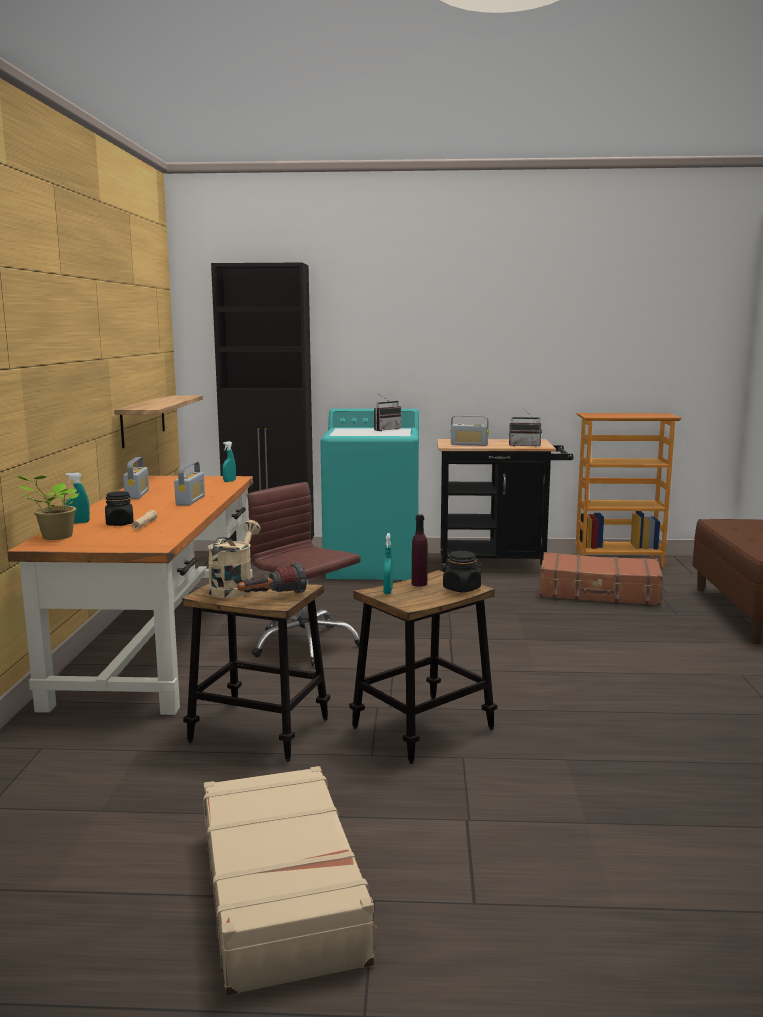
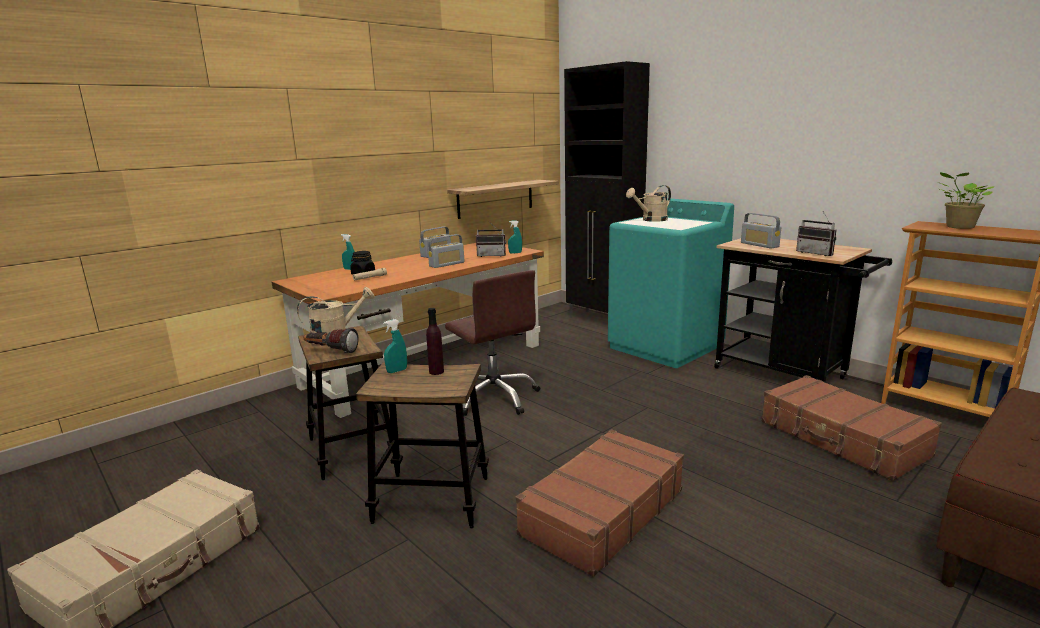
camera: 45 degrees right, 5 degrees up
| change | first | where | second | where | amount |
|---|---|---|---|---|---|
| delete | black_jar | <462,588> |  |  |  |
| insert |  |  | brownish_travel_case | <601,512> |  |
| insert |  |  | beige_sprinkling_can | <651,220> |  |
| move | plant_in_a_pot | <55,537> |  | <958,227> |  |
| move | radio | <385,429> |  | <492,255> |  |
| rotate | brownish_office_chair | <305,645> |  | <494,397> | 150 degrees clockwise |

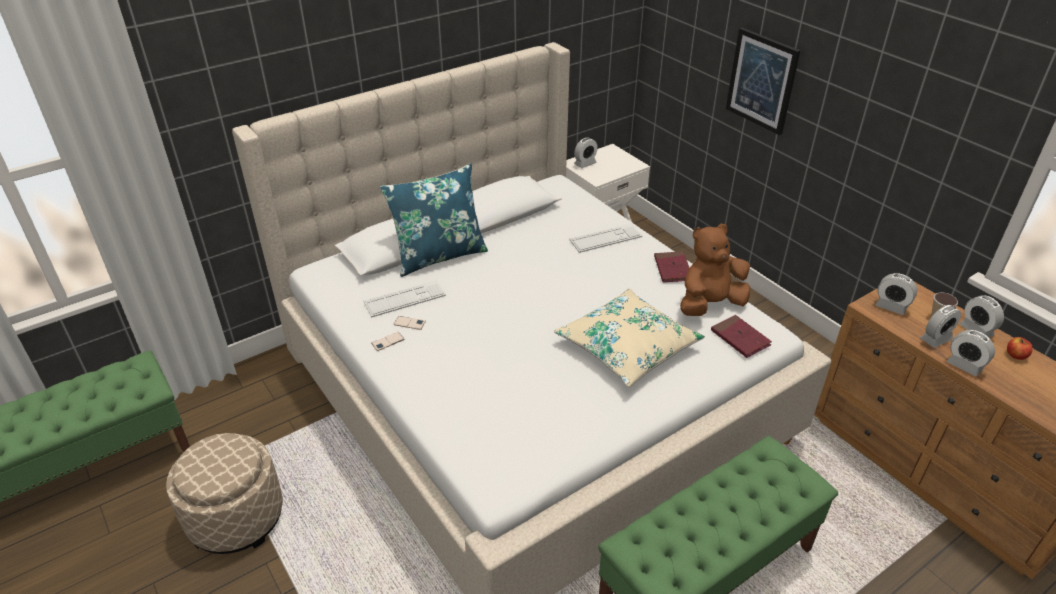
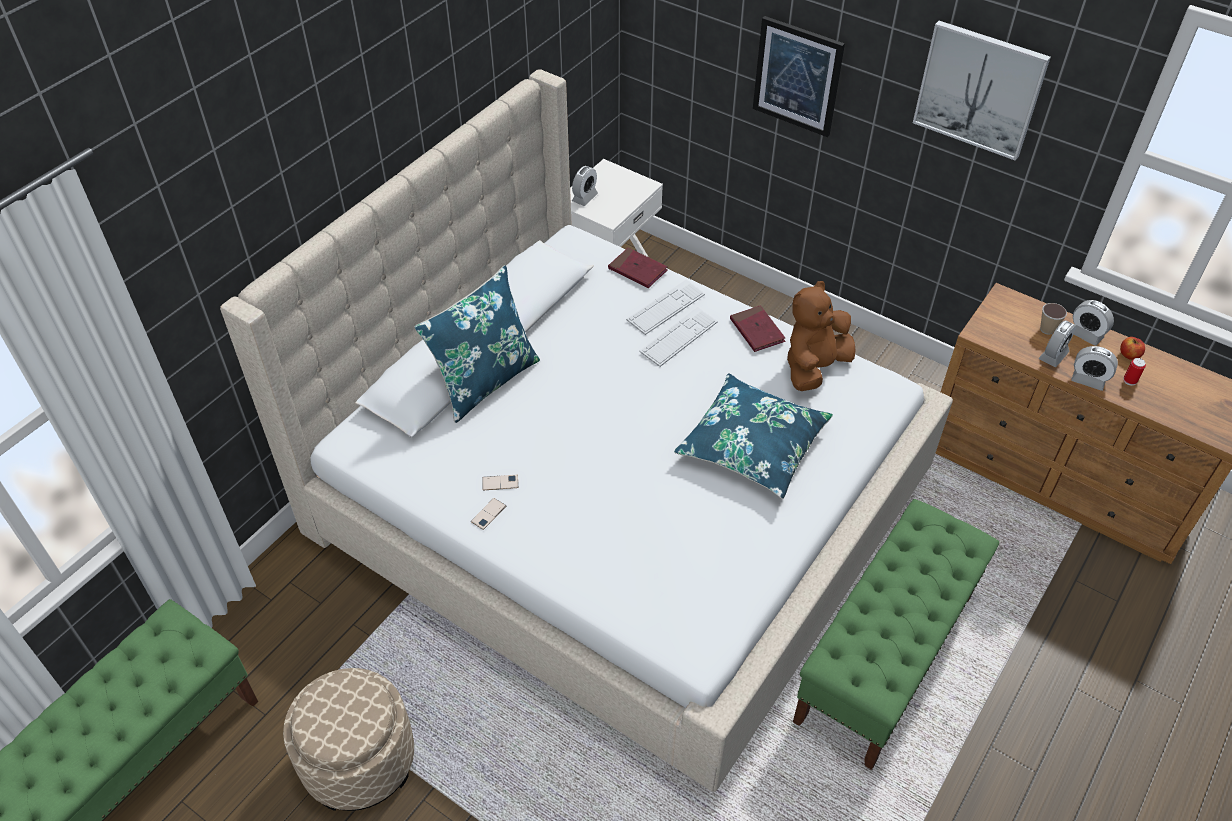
camera: 20 degrees left, 10 degrees up
| change | first | where | second | where | amount |
|---|---|---|---|---|---|
| delete | bedside_clock | <891,307> |  |  |  |
| insert |  |  | picture | <979,89> |  |
| insert |  |  | can | <1130,380> |  |
| move | keyboard | <405,299> |  | <678,337> |  |
| move | red_book | <740,338> |  | <637,270> |  |
| recolor | beige_cushion | <627,347> | blue-coloured_cushion | <752,445> |  |

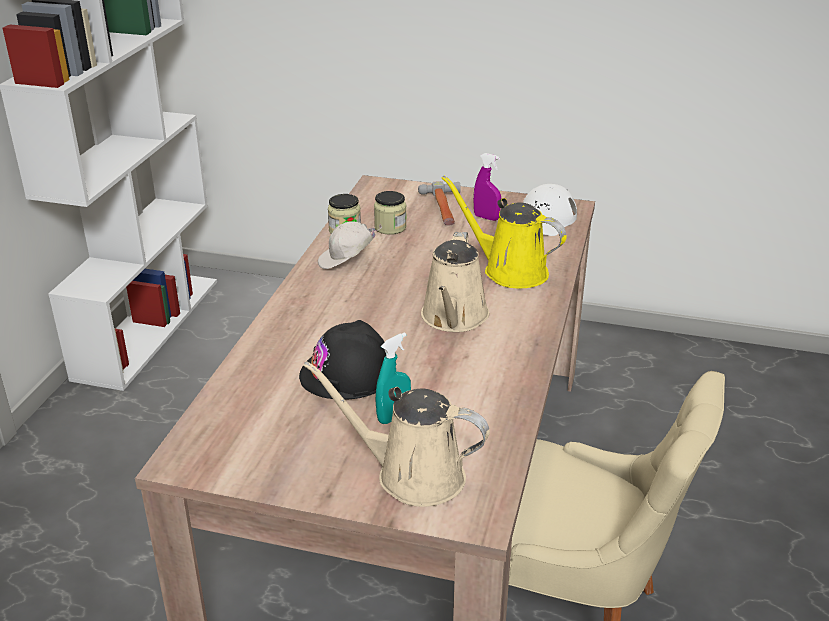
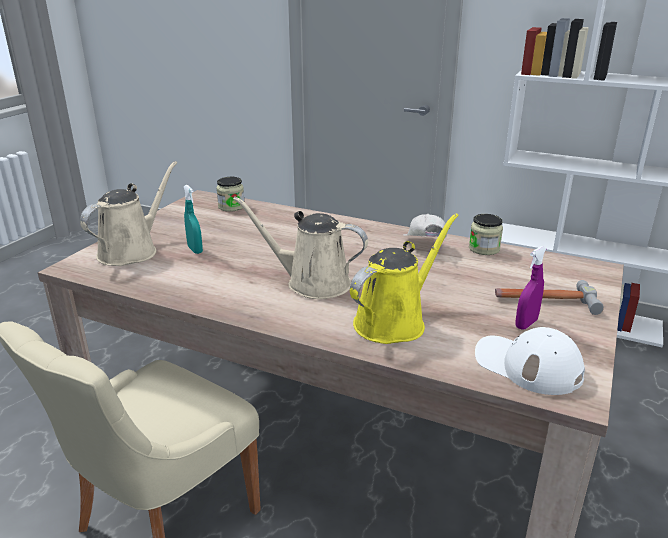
camera: 100 degrees right, 5 degrees down
| change | first | where | second | where | amount |
|---|---|---|---|---|---|
| delete | black_safety_helmet | <348,373> |  |  |  |
| move | jar | <390,227> |  | <231,207> |  |

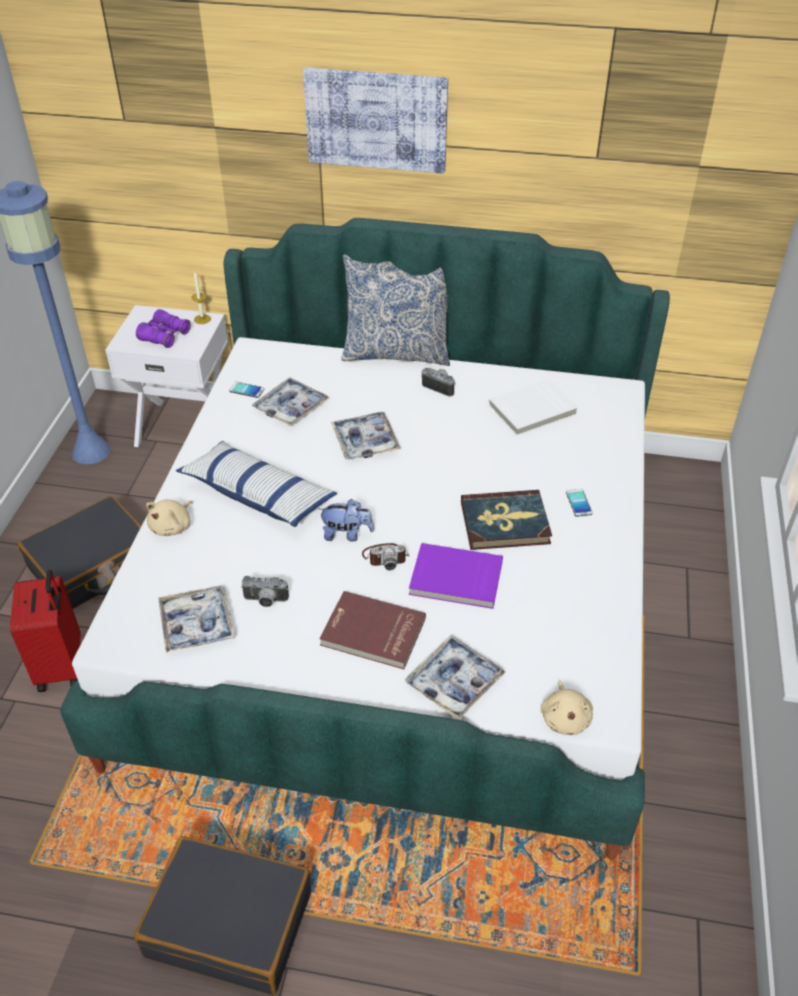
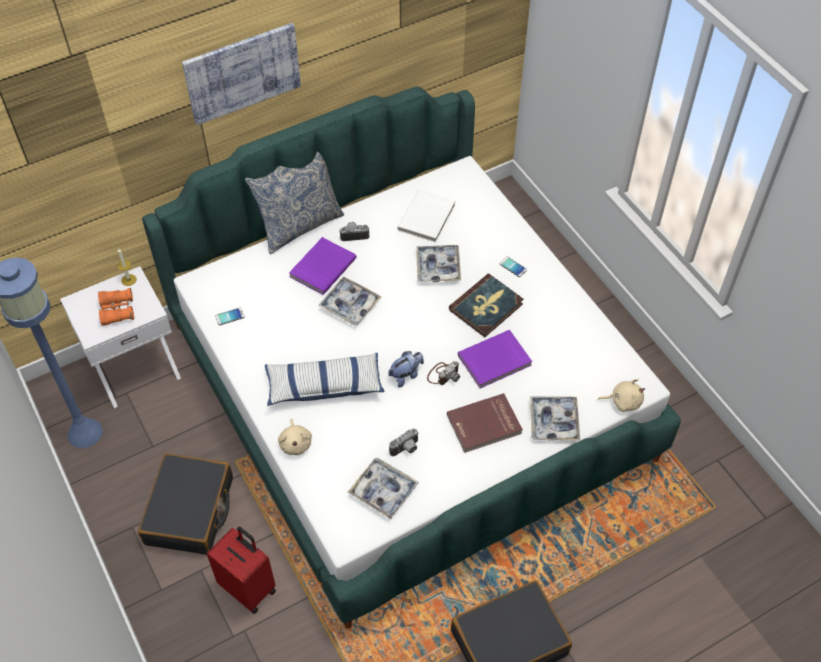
camera: 40 degrees left, 10 degrees up
| change | first | where | second | where | amount |
|---|---|---|---|---|---|
| insert |  |  | purple-coloured_book | <322,267> |  |
| move | carrying_tray | <290,407> |  | <438,267> |  |
| recolor | purple-coloured_binoculars | <164,336> | orange-coloured_binoculars | <117,311> |  |
| rotate | beige_plush_toy | <565,718> |  | <623,401> | 45 degrees counterclockwise |

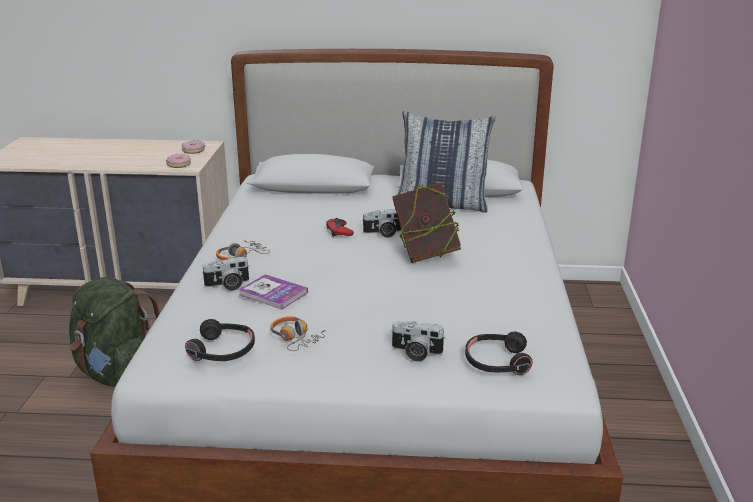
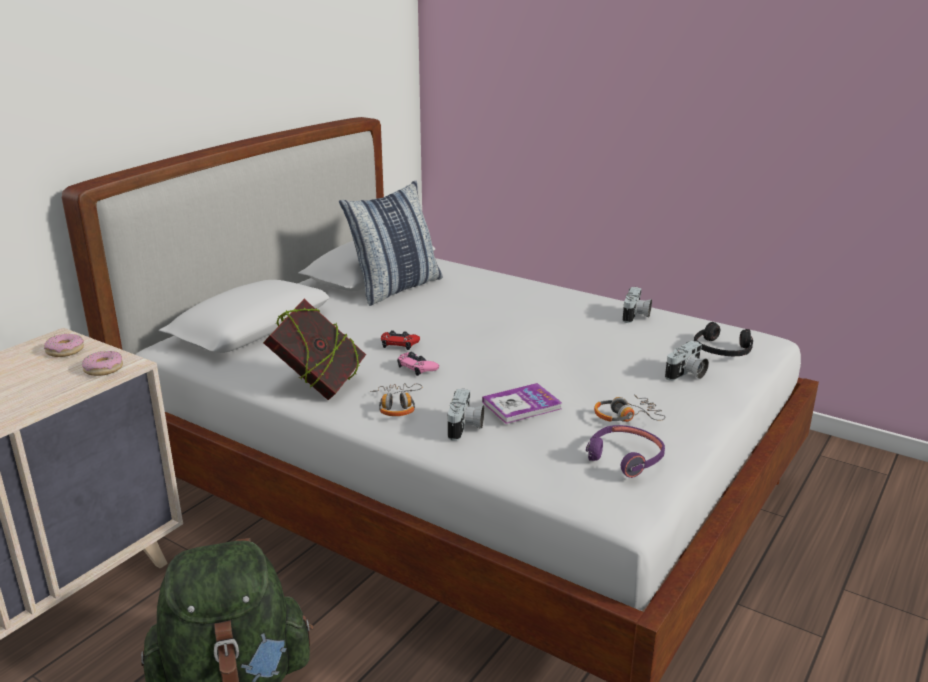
camera: 60 degrees left, 0 degrees up
| change | first | where | second | where | amount |
|---|---|---|---|---|---|
| insert |  |  | pink_gamepad | <417,367> |  |
| move | photo_camera | <383,233> |  | <636,316> |  |
| move | book | <425,254> |  | <318,386> |  |
| recolor | black_headphones | <223,351> | purple-coloured_headphones | <625,457> |  |

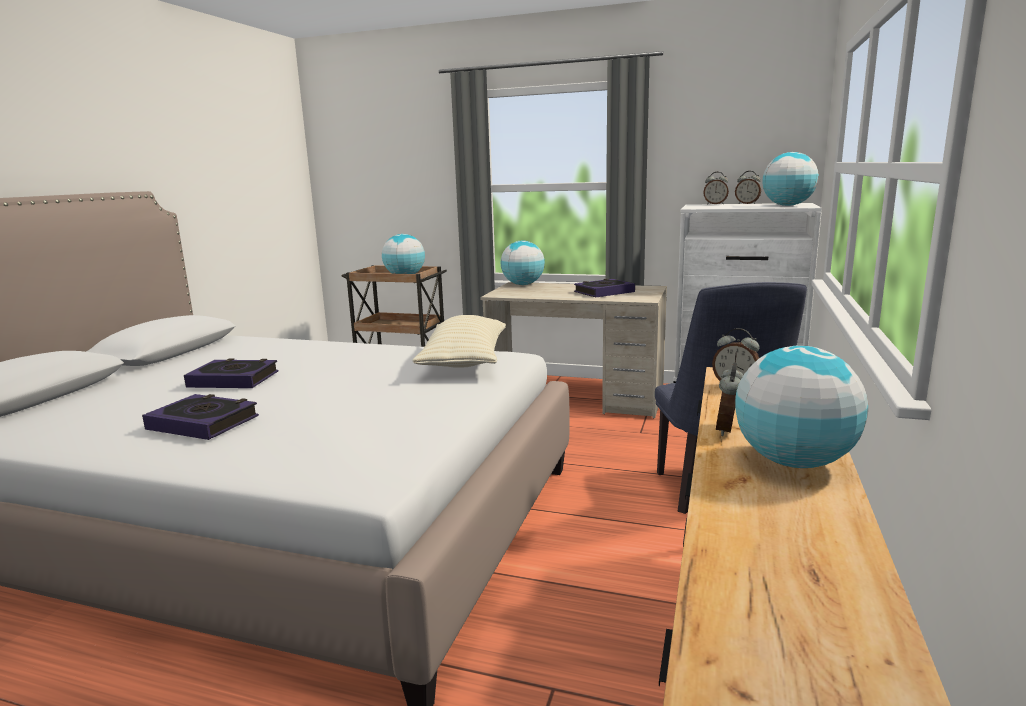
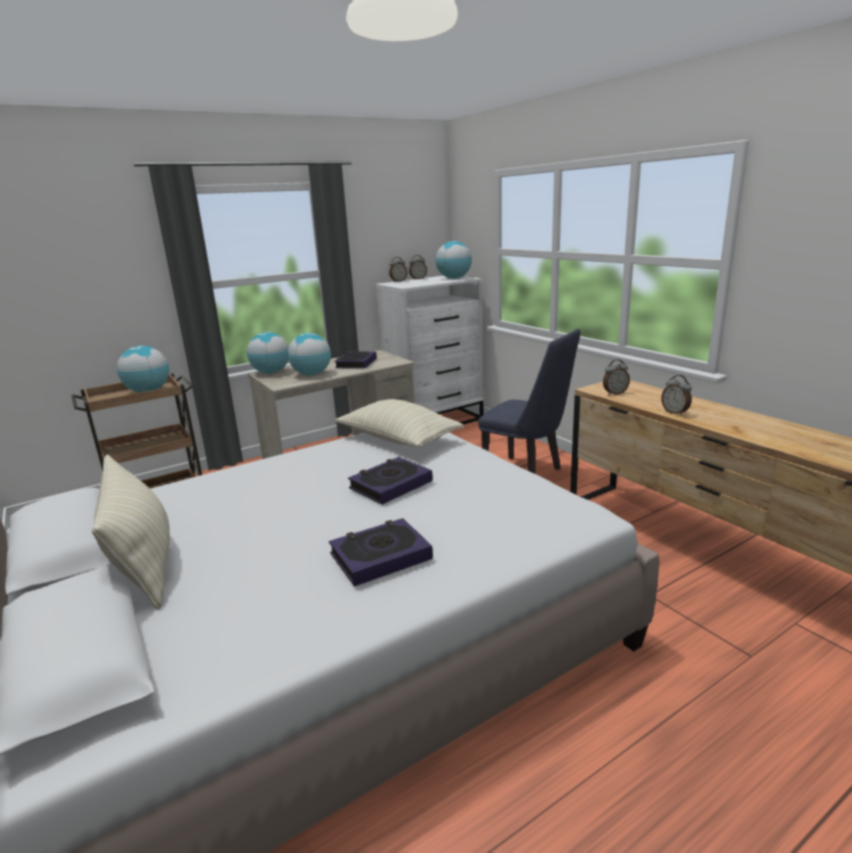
camera: 50 degrees left, 5 degrees up
| change | first | where | second | where | amount |
|---|---|---|---|---|---|
| insert |  |  | beige_cushion | <143,563> |  |
| move | book | <233,380> |  | <390,485> |  |
| move | world_globe | <793,462> |  | <311,374> |  |

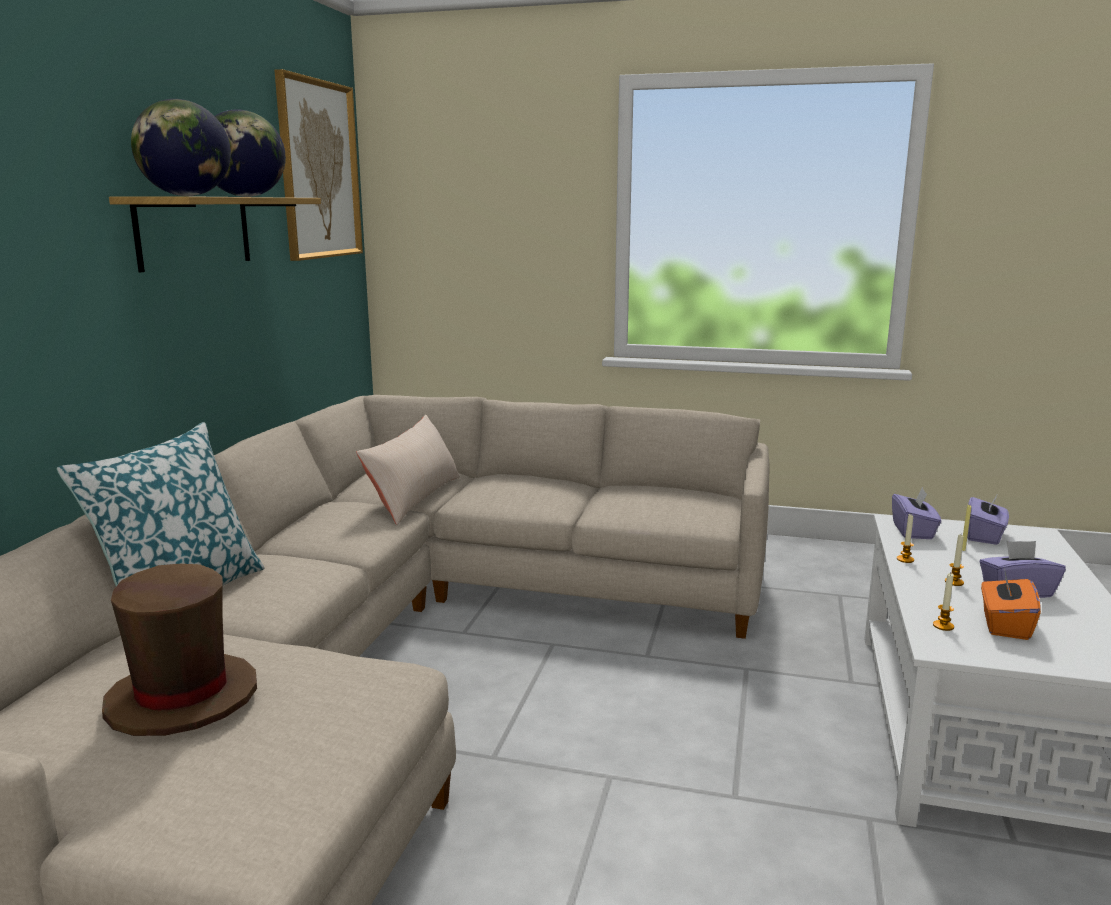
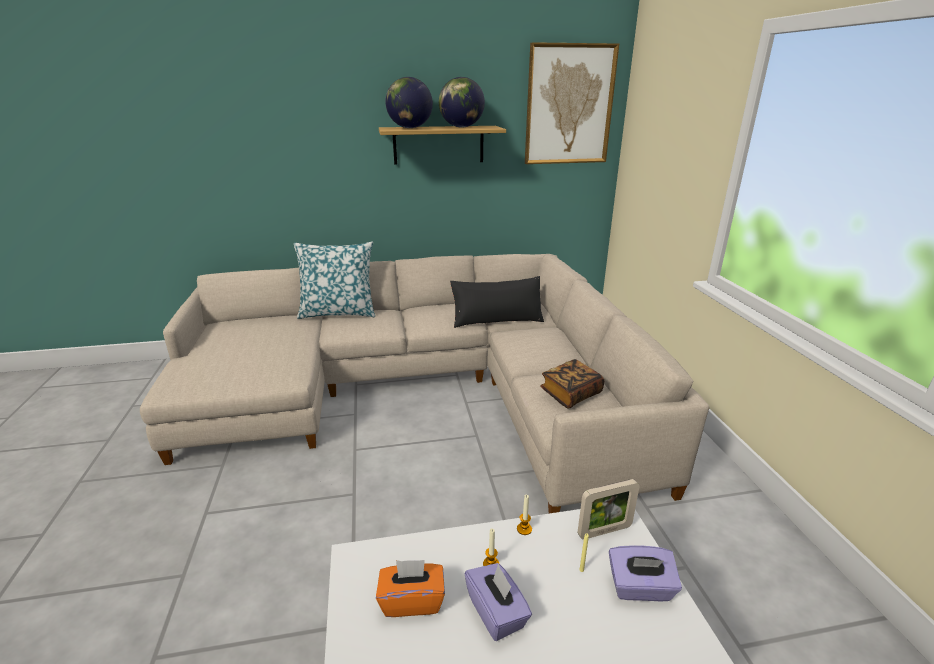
camera: 65 degrees right, 10 degrees up
| change | first | where | second | where | amount |
|---|---|---|---|---|---|
| delete | brownish_wearable_hat | <182,698> |  |  |  |
| delete | wax_light | <943,626> |  |  |  |
| insert |  |  | book | <570,394> |  |
| replace | purple-coloured_box_of_tissues | <913,531> | standing_frame | <604,531> |  |
| recolor | beige_cushion | <414,497> | black_cushion | <497,320> |  |

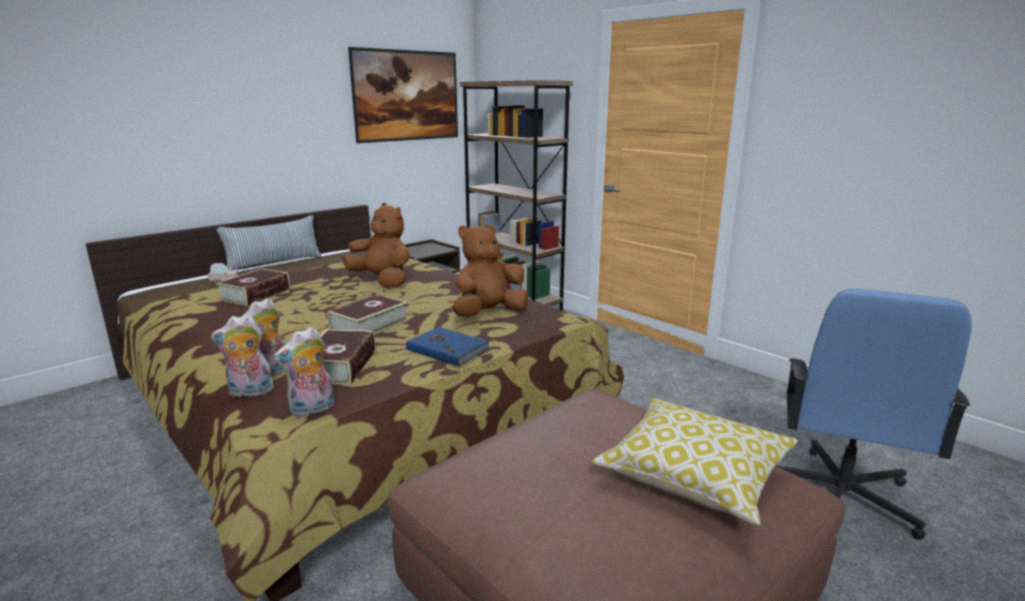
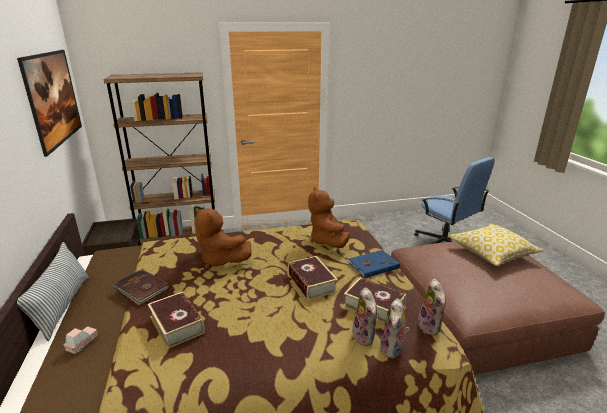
camera: 60 degrees left, 5 degrees up
| change | first | where | second | where | amount |
|---|---|---|---|---|---|
| insert |  |  | brownish_book | <141,289> |  |
| rotate | brownish_plush_toy | <382,281> |  | <220,260> | 120 degrees counterclockwise |

